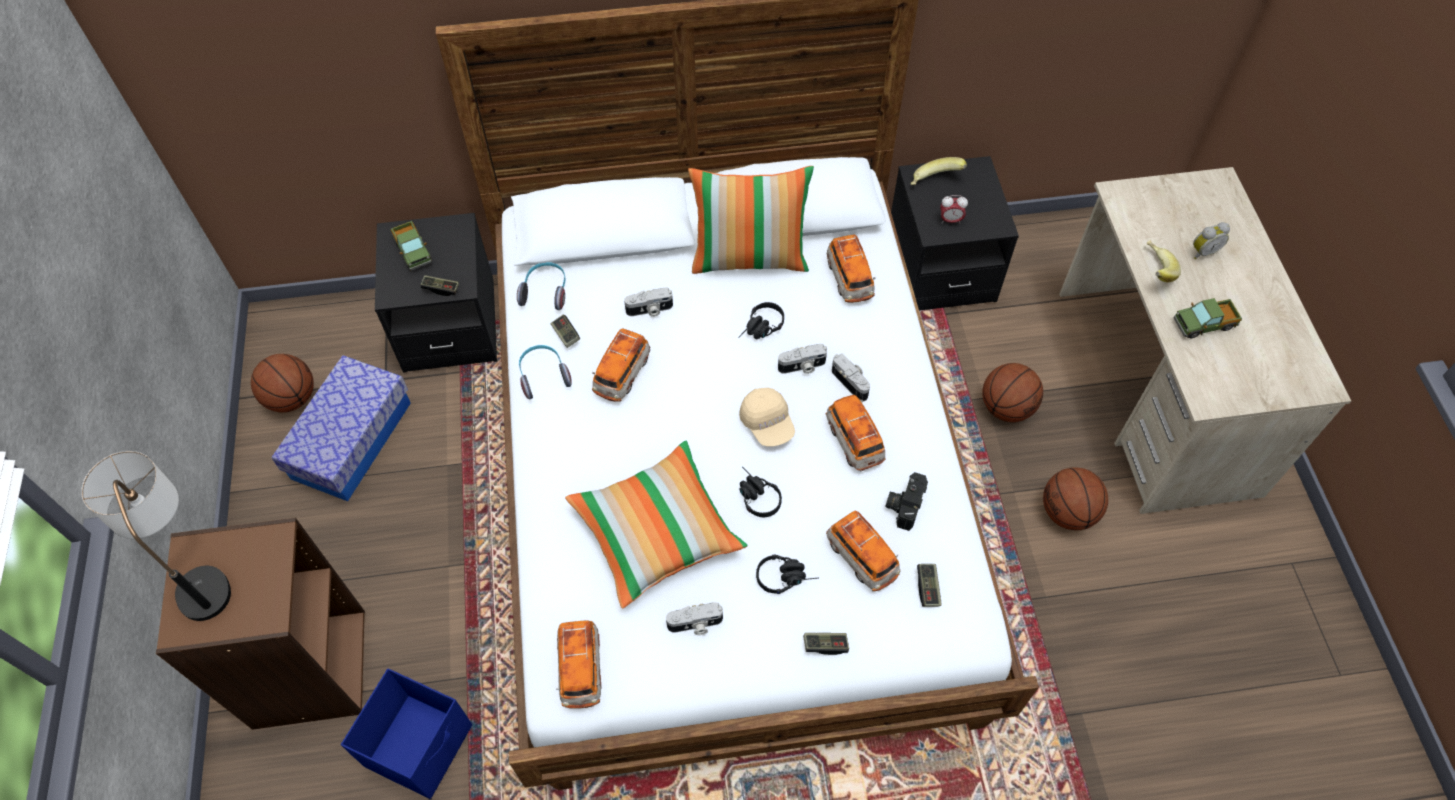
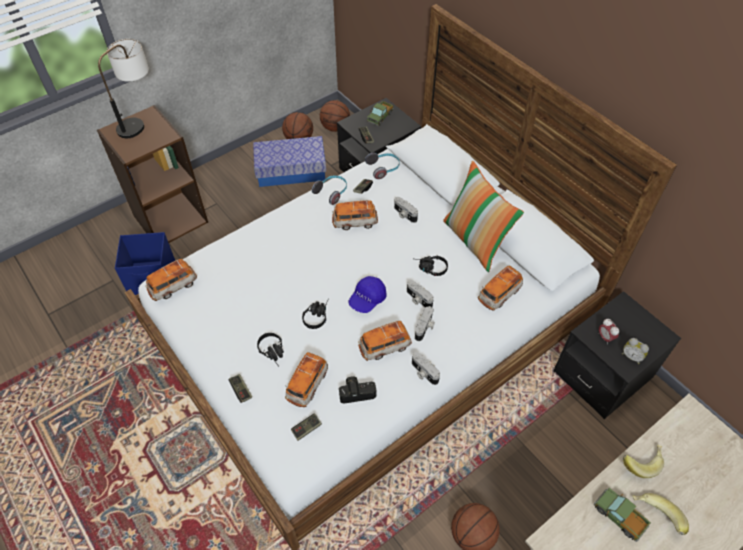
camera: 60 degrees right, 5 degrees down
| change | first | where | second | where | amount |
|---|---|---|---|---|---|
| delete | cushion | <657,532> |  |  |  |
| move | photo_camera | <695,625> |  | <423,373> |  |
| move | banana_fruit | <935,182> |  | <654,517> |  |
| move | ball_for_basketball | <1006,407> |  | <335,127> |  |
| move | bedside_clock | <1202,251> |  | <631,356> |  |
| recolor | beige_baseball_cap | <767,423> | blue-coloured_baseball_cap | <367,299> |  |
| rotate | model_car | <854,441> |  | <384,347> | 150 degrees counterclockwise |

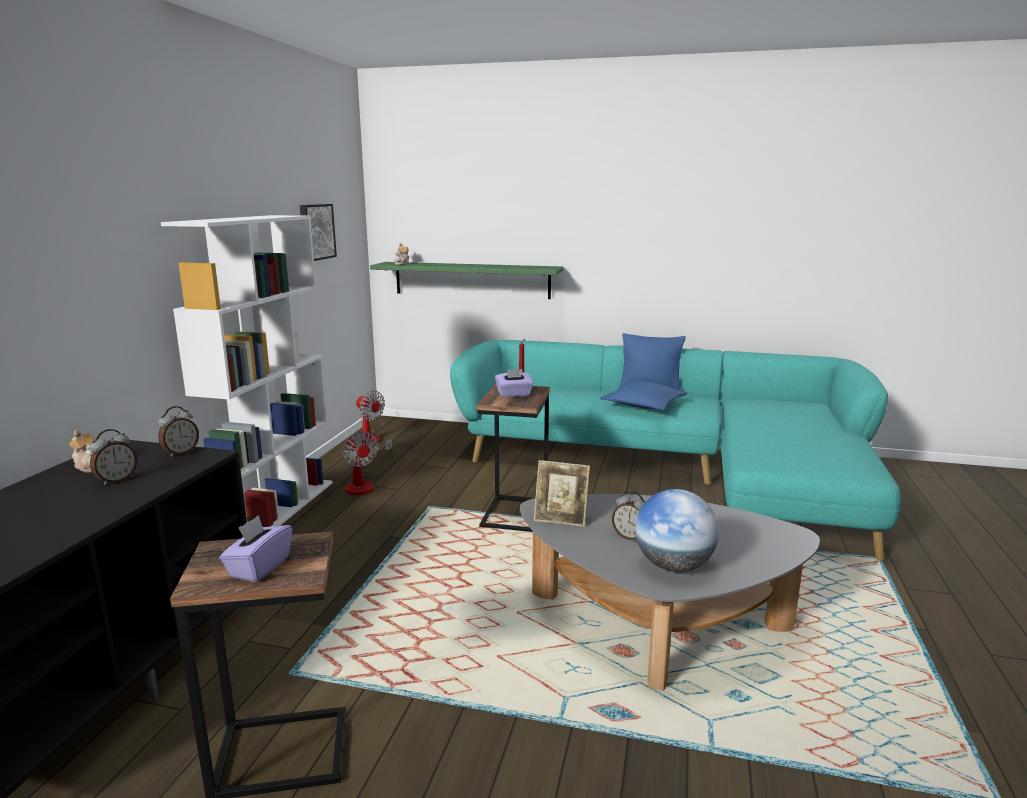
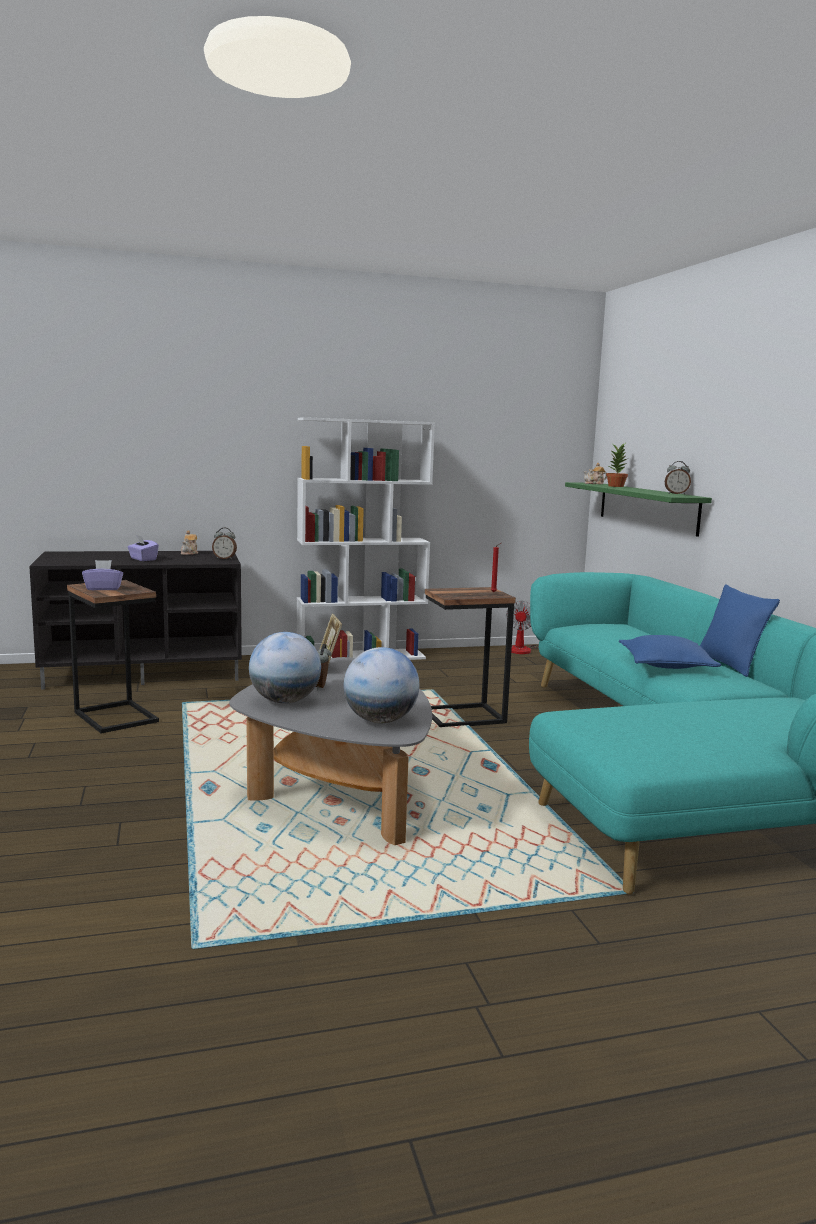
camera: 60 degrees right, 5 degrees down
| change | first | where | second | where | amount |
|---|---|---|---|---|---|
| delete | picture | <316,232> |  |  |  |
| delete | fan | <365,484> |  |  |  |
| insert |  |  | world_globe | <380,721> |  |
| insert |  |  | plant_in_a_pot | <616,486> |  |
| move | bedside_clock | <116,480> |  | <676,494> |  |
| move | purple-coloured_box_of_tissues | <514,395> |  | <143,559> |  |

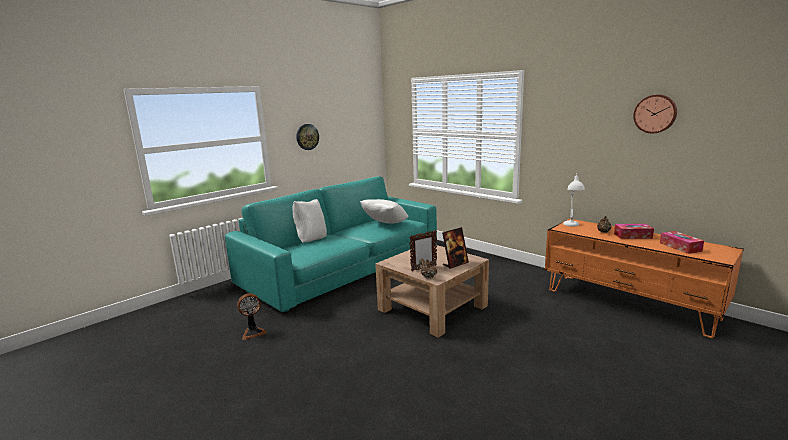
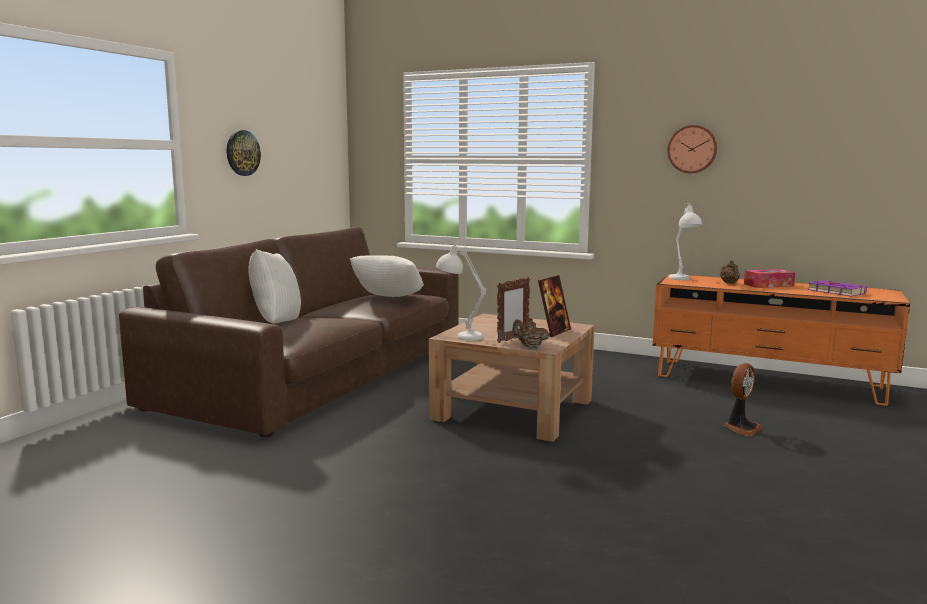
camera: 20 degrees left, 5 degrees down
| change | first | where | second | where | amount |
|---|---|---|---|---|---|
| insert |  |  | white-coloured_tabletop_lamp | <459,336> |  |
| move | fan | <253,332> |  | <741,428> |  |
| move | hanging_clock | <655,114> |  | <692,149> |  |
| replace | box_of_tissues | <680,247> | purple-coloured_book | <834,291> |  |
| recolor | turquoise_settee | <343,267> | brownish_settee | <321,373> |  |

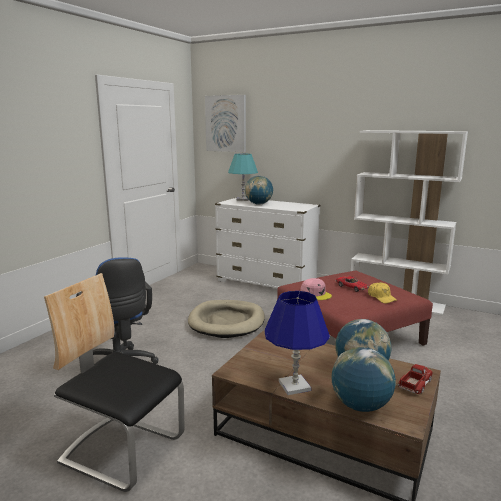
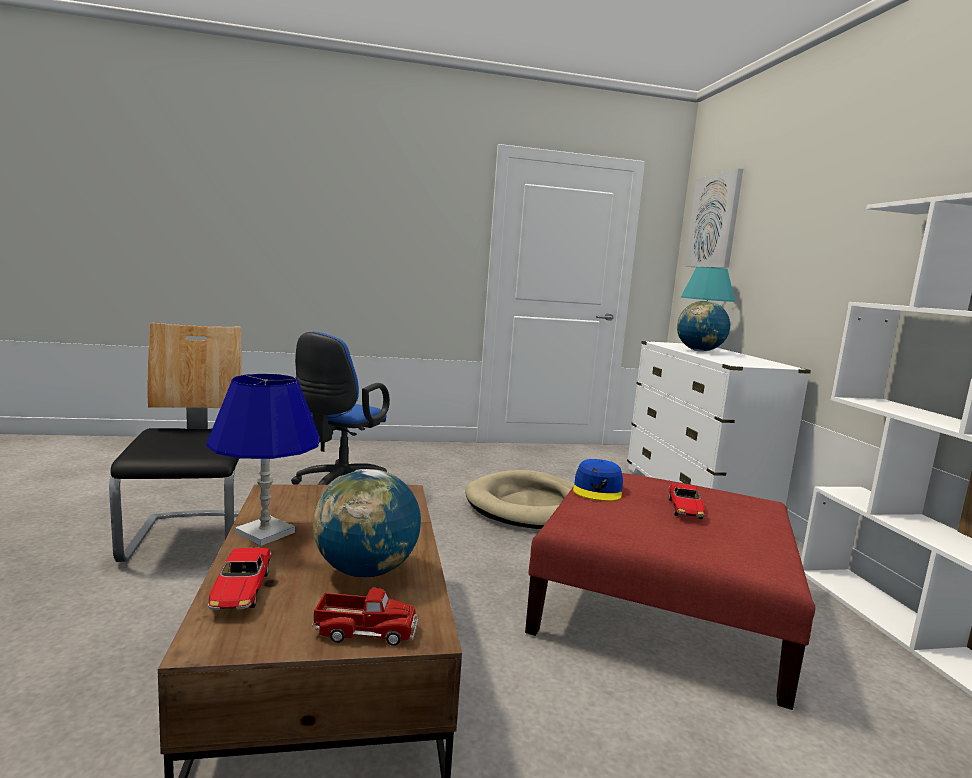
camera: 50 degrees right, 5 degrees down
| change | first | where | second | where | amount |
|---|---|---|---|---|---|
| delete | yellowish_baseball_cap | <381,297> |  |  |  |
| replace | world_globe | <360,406> | model_car | <241,590> |  |
| recolor | pink_baseball_cap | <315,294> | blue-coloured_baseball_cap | <598,489> |  |

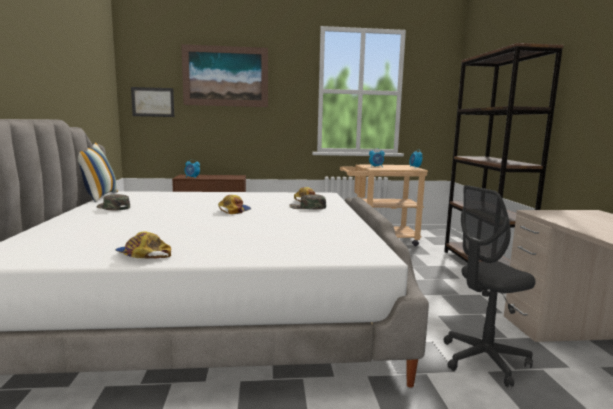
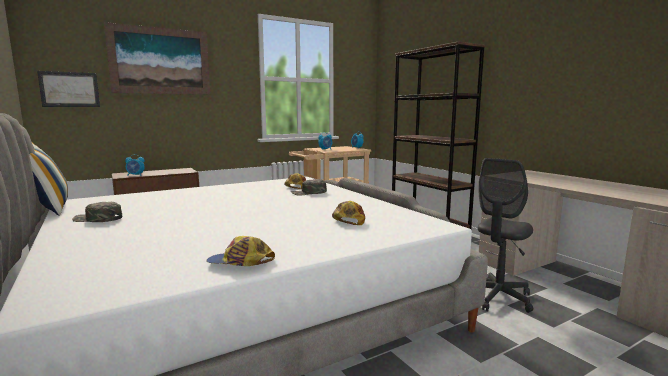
camera: 25 degrees left, 0 degrees up
| change | first | where | second | where | amount |
|---|---|---|---|---|---|
| move | baseball_cap | <234,210> |  | <348,219> |  |

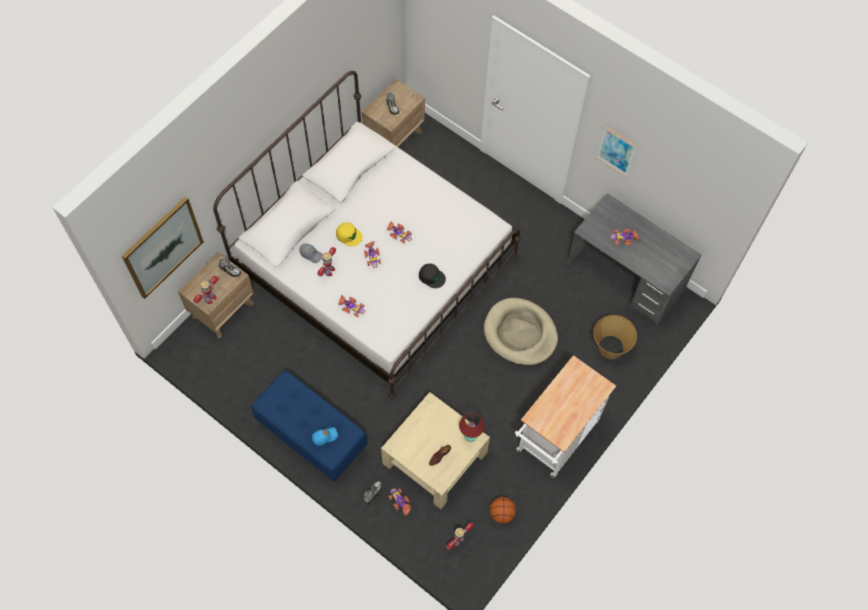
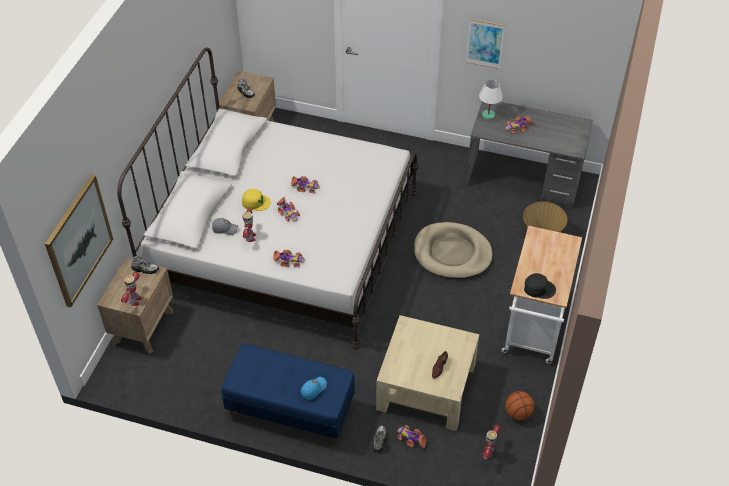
camera: 20 degrees left, 15 degrees down
| change | first | where | second | where | amount |
|---|---|---|---|---|---|
| delete | red_tabletop_lamp | <470,435> |  |  |  |
| insert |  |  | white-coloured_tabletop_lamp | <488,115> |  |
| move | black_baseball_cap | <432,277> |  | <539,288> |  |

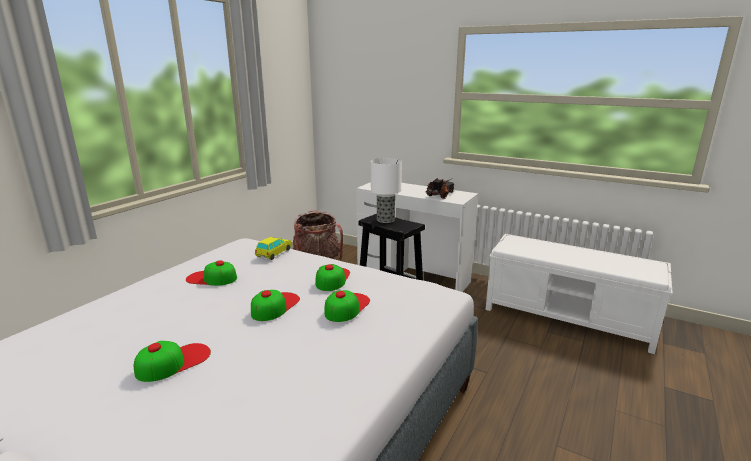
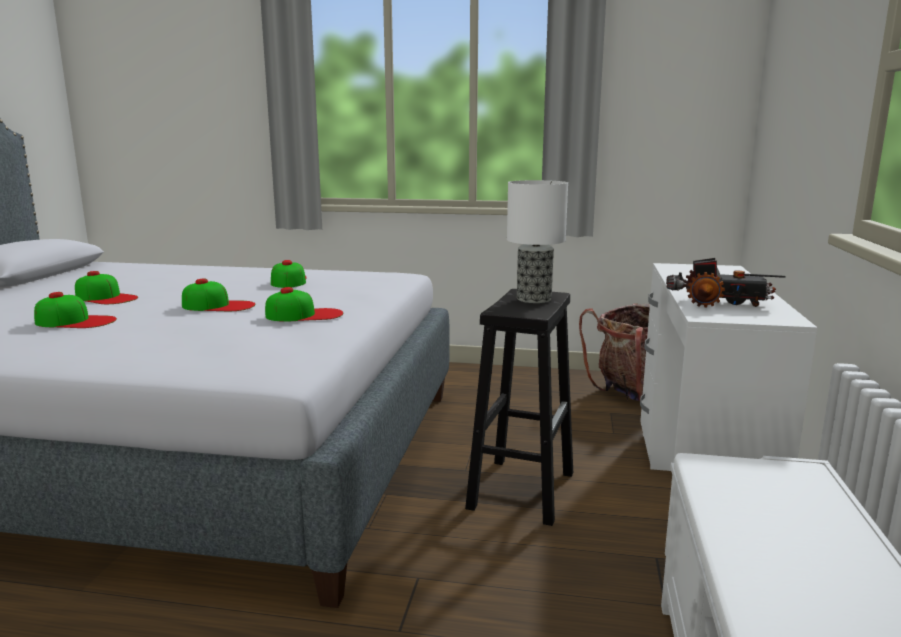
camera: 70 degrees right, 5 degrees down
| change | first | where | second | where | amount |
|---|---|---|---|---|---|
| delete | model_car | <274,253> |  |  |  |
| move | baseball_cap | <347,307> |  | <75,321> |  |

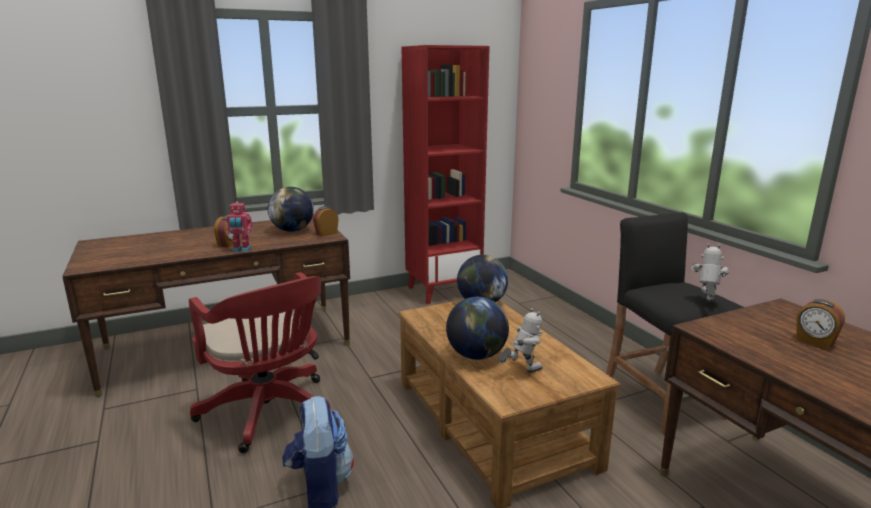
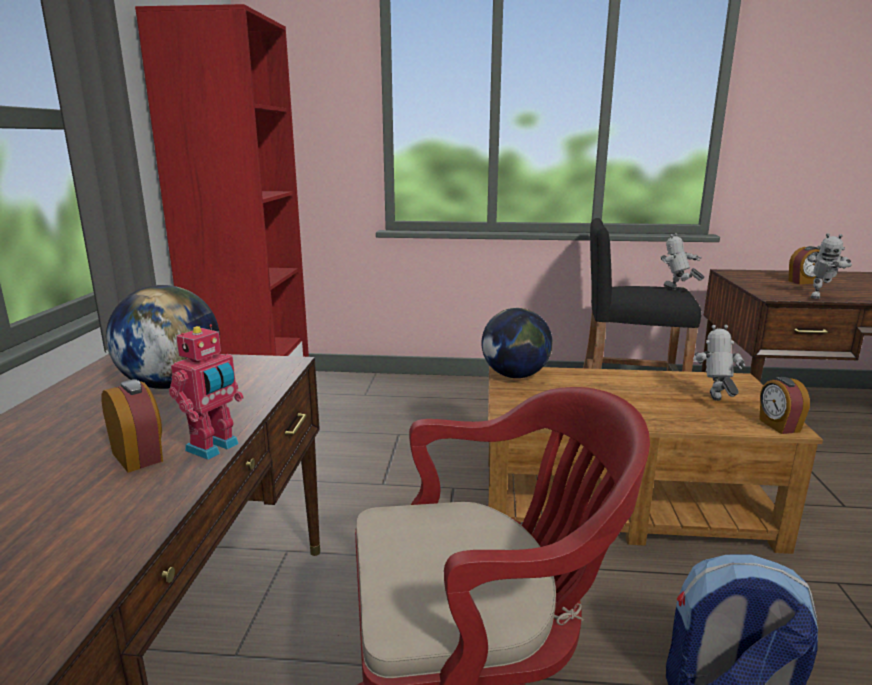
camera: 60 degrees left, 0 degrees up
| change | first | where | second | where | amount |
|---|---|---|---|---|---|
| delete | world_globe | <477,355> |  |  |  |
| insert |  |  | toy_robot | <819,297> |  |
| move | bedside_clock | <326,233> |  | <778,426> |  |

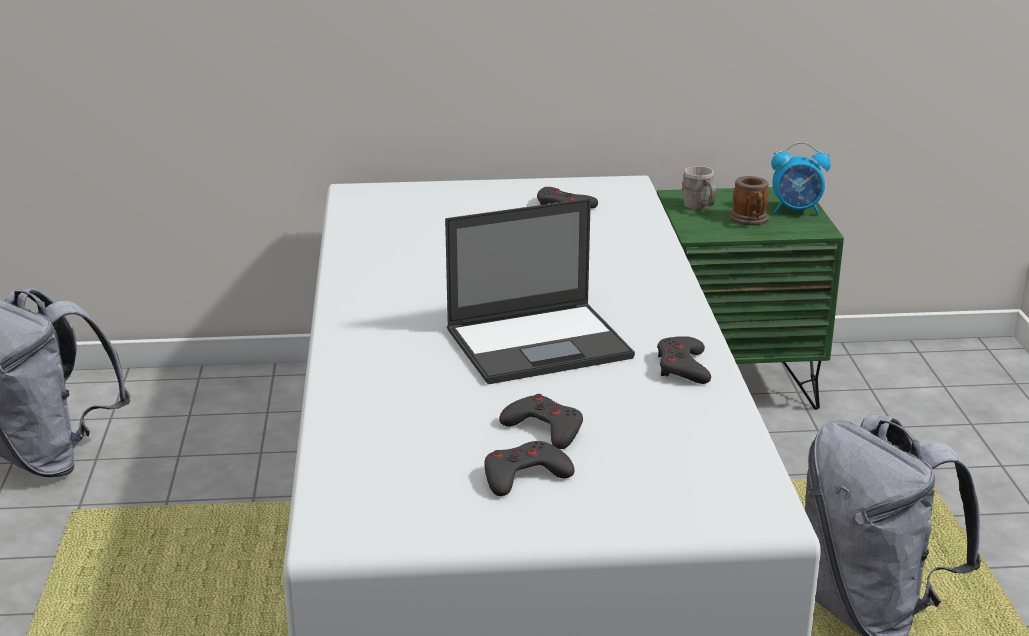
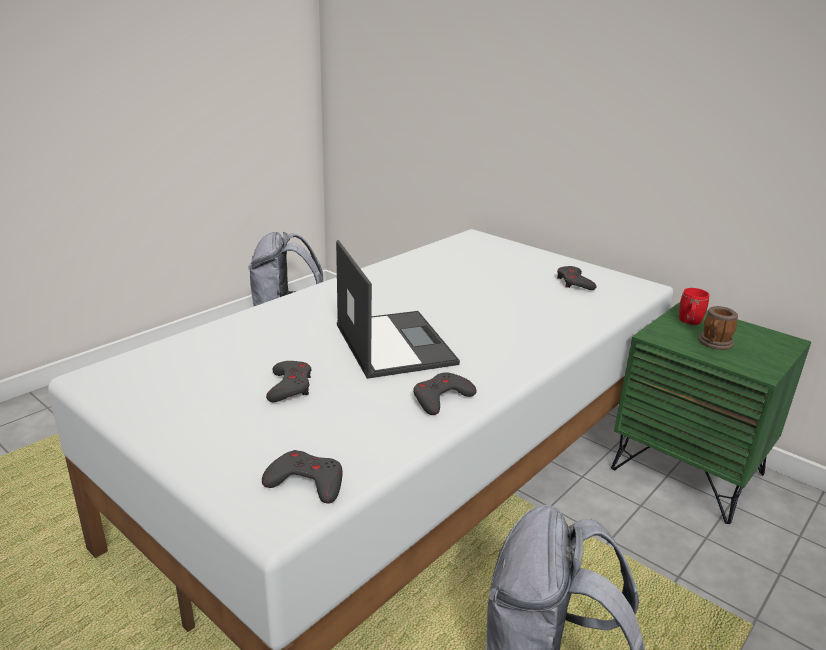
camera: 45 degrees right, 0 degrees up
| change | first | where | second | where | amount |
|---|---|---|---|---|---|
| delete | bedside_clock | <797,210> |  |  |  |
| move | grey_gamepad | <524,475> |  | <306,482> |  |
| recolor | grey_tea_mug | <700,208> | red_tea_mug | <689,322> |  |
| rotate | laptop | <540,343> |  | <393,343> | 135 degrees counterclockwise |

